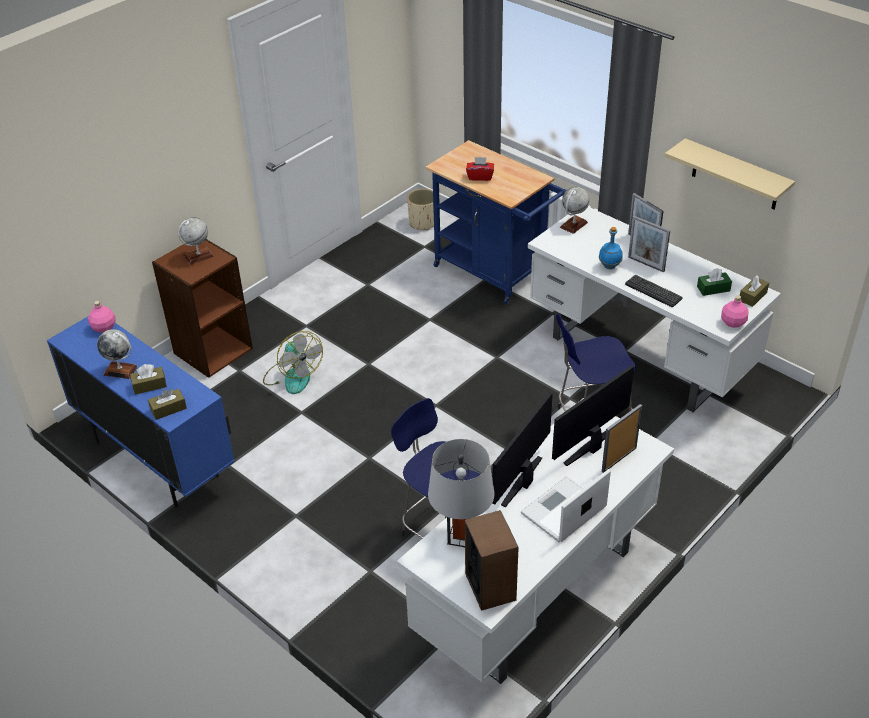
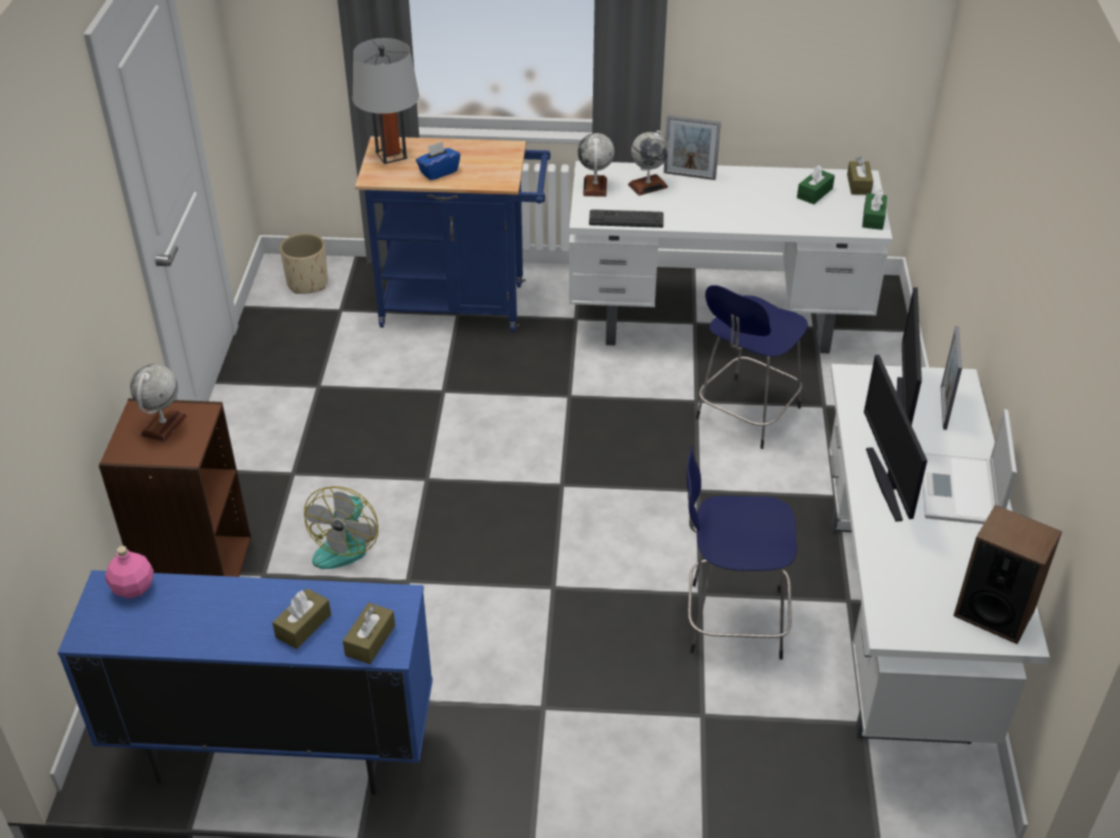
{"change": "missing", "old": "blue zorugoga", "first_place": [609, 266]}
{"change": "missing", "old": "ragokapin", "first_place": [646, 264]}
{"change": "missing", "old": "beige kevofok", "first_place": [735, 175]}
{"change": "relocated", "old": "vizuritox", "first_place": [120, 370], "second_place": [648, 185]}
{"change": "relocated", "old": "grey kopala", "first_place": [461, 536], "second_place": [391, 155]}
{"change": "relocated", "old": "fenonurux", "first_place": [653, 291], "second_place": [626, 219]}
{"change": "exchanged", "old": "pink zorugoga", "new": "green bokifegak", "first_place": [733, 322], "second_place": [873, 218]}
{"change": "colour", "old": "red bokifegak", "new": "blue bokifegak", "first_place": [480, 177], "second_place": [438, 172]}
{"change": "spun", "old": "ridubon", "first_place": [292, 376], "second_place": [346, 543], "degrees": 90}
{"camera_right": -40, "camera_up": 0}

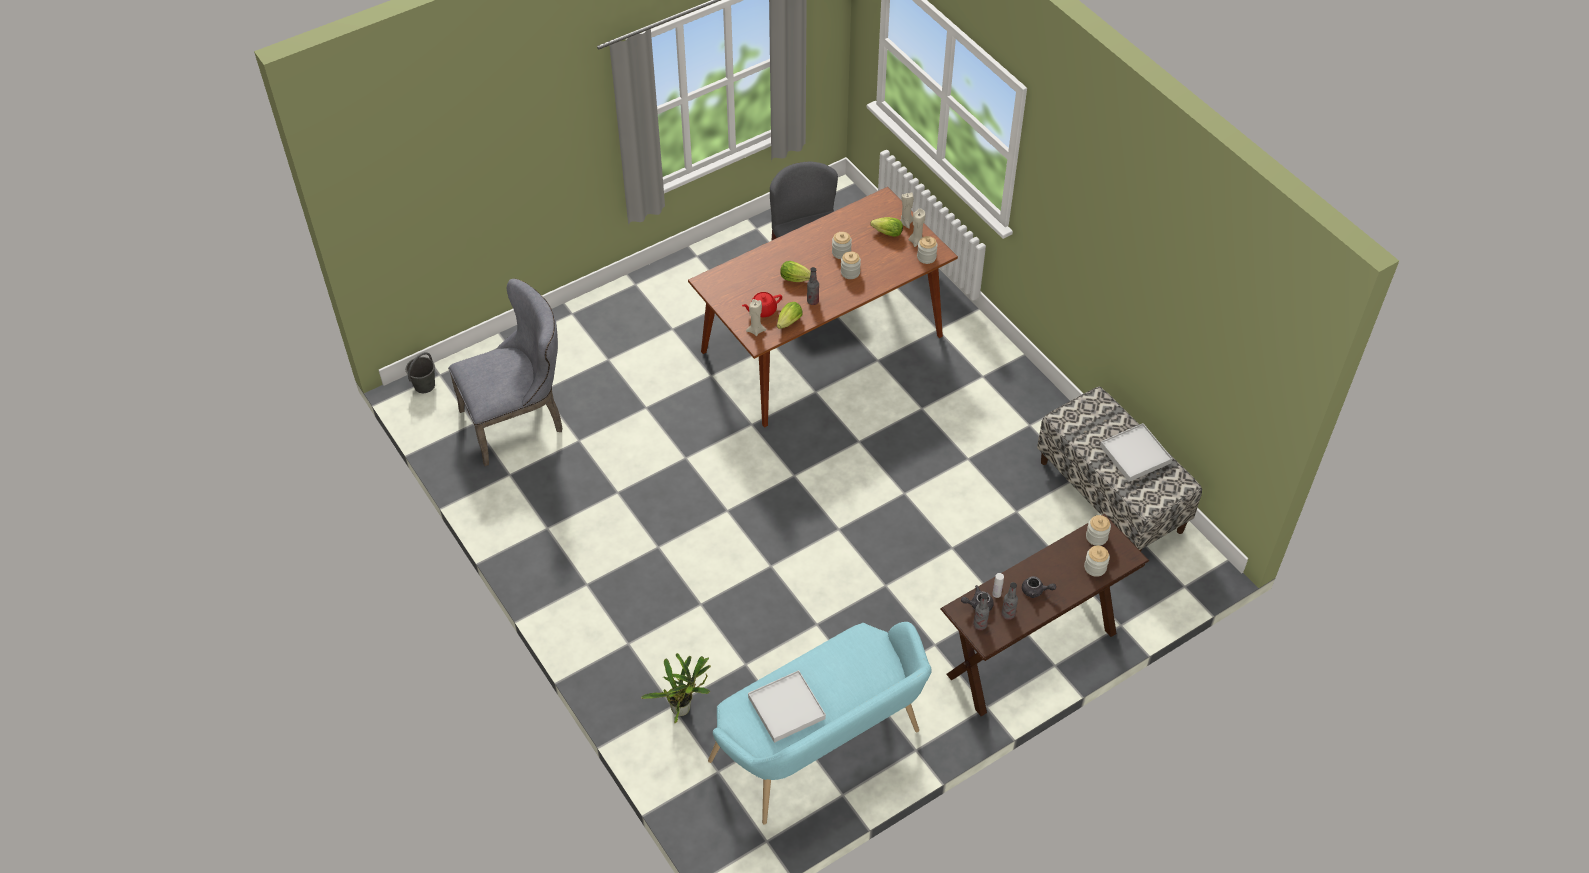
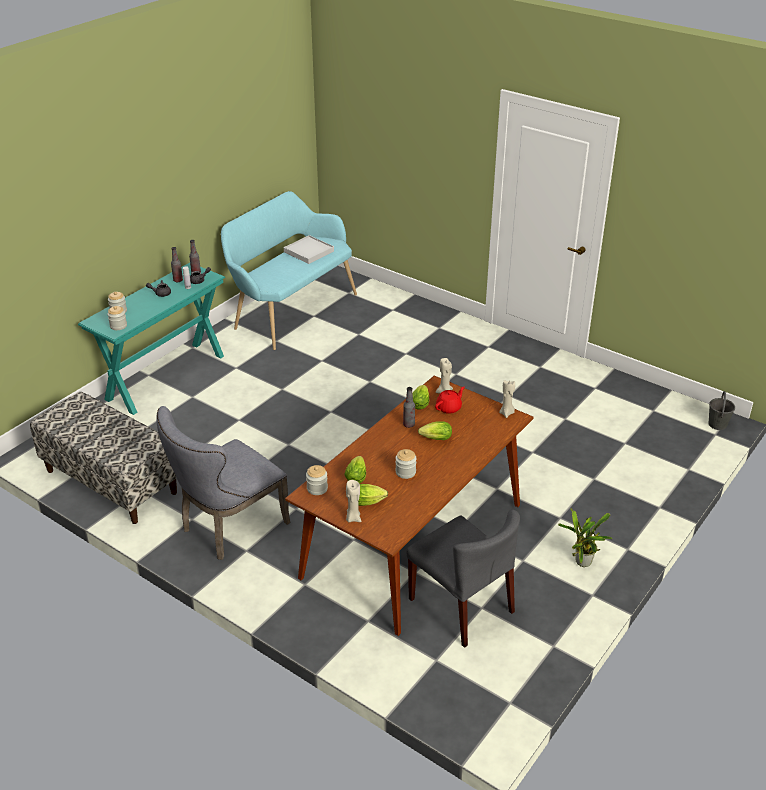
{"change": "missing", "old": "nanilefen", "first_place": [850, 272]}
{"change": "missing", "old": "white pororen", "first_place": [1135, 454]}
{"change": "appeared", "new": "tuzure", "second_place": [356, 476]}
{"change": "relocated", "old": "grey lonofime", "first_place": [519, 420], "second_place": [228, 528]}
{"change": "relocated", "old": "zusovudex", "first_place": [683, 708], "second_place": [581, 564]}
{"change": "relocated", "old": "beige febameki", "first_place": [916, 241], "second_place": [506, 413]}
{"change": "colour", "old": "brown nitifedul", "new": "turquoise nitifedul", "first_place": [1031, 653], "second_place": [166, 377]}
{"camera_right": 160, "camera_up": -15}

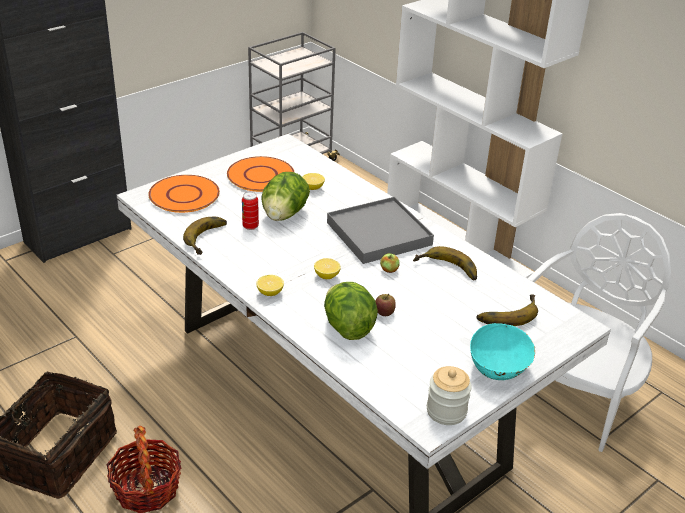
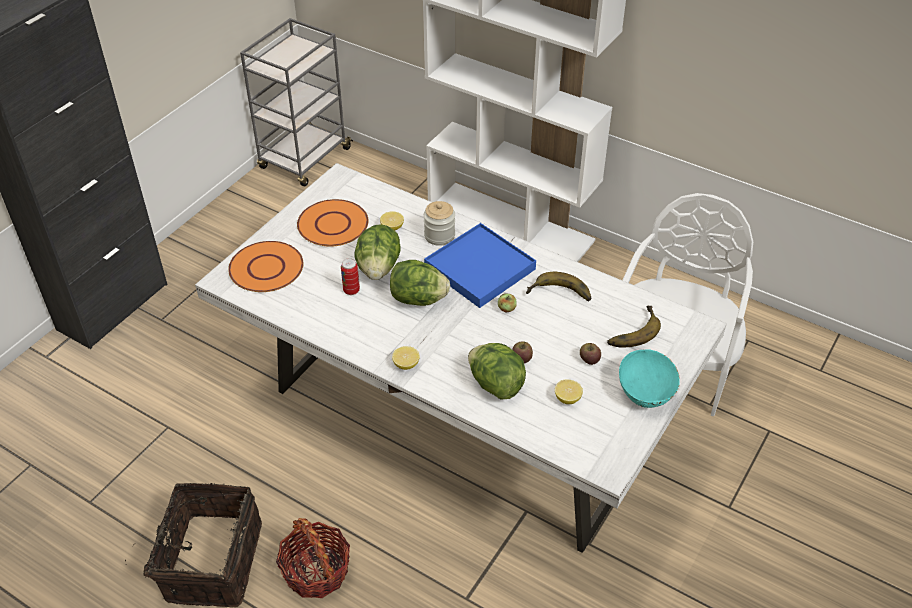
{"change": "missing", "old": "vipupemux", "first_place": [210, 238]}
{"change": "appeared", "new": "tuzure", "second_place": [418, 299]}
{"change": "appeared", "new": "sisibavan", "second_place": [589, 360]}
{"change": "relocated", "old": "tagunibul", "first_place": [326, 276], "second_place": [567, 398]}
{"change": "relocated", "old": "nanilefen", "first_place": [446, 411], "second_place": [439, 236]}
{"change": "colour", "old": "grey pororen", "new": "blue pororen", "first_place": [379, 234], "second_place": [480, 268]}
{"camera_right": -15, "camera_up": 10}

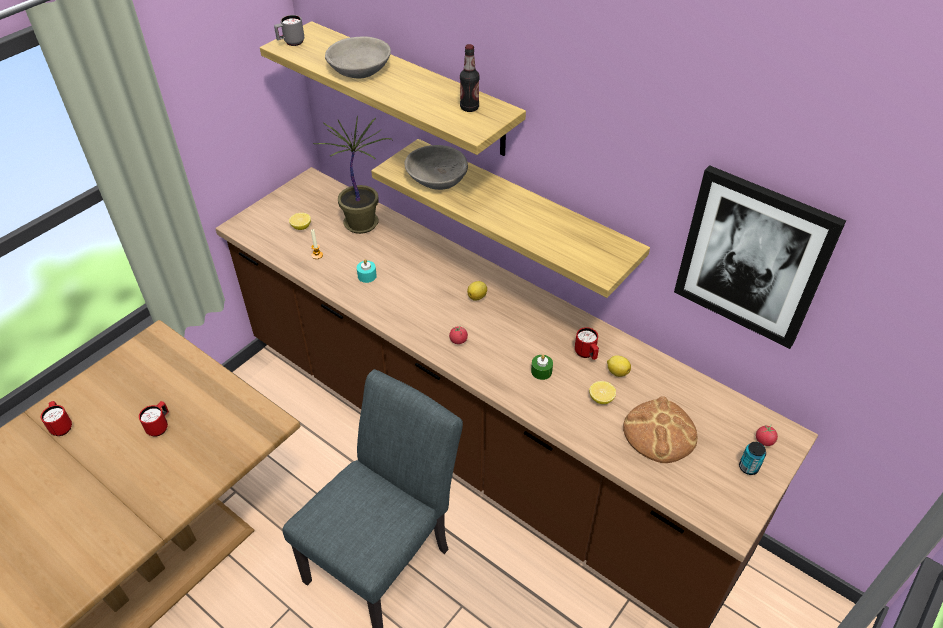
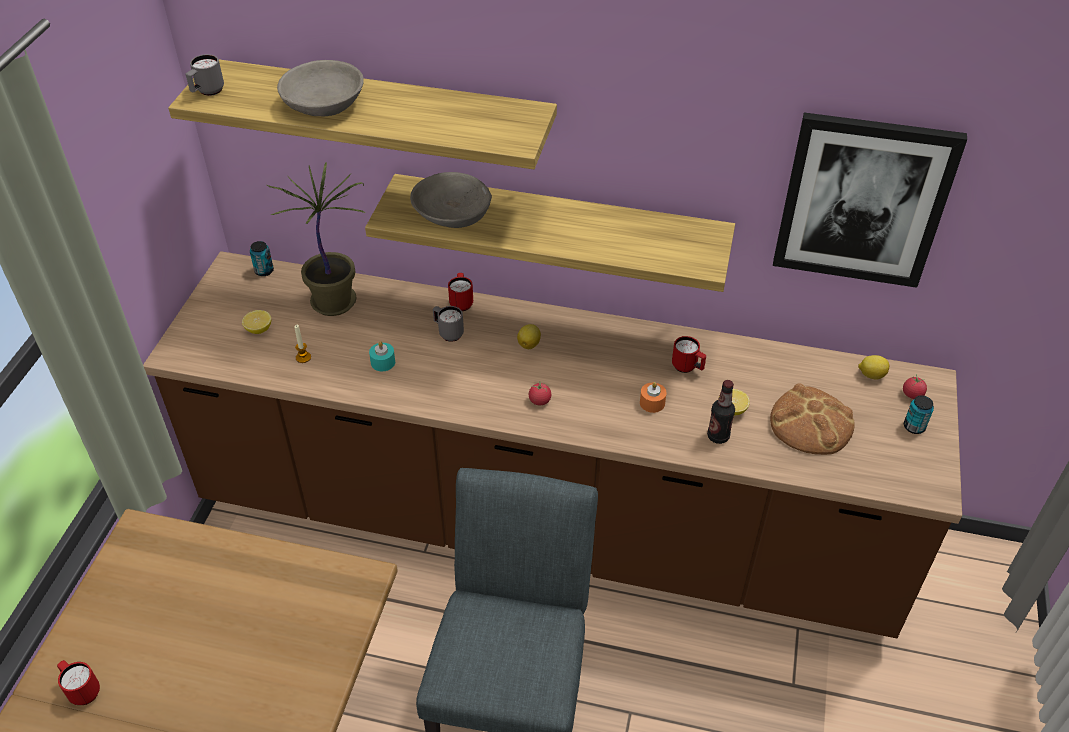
{"change": "appeared", "new": "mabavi", "second_place": [264, 271]}
{"change": "appeared", "new": "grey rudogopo", "second_place": [448, 333]}
{"change": "relocated", "old": "red rudogopo", "first_place": [160, 426], "second_place": [461, 302]}
{"change": "relocated", "old": "zorugoga", "first_place": [469, 108], "second_place": [718, 436]}
{"change": "relocated", "old": "tagunibul", "first_place": [617, 372], "second_place": [871, 375]}
{"change": "colour", "old": "green febameki", "new": "orange febameki", "first_place": [541, 371], "second_place": [652, 403]}
{"camera_right": -25, "camera_up": 0}

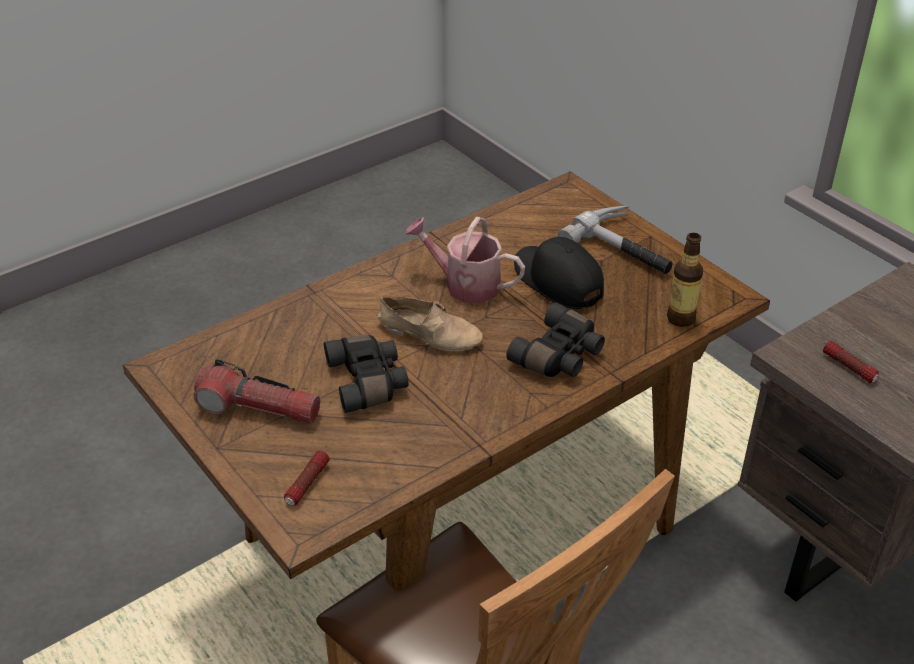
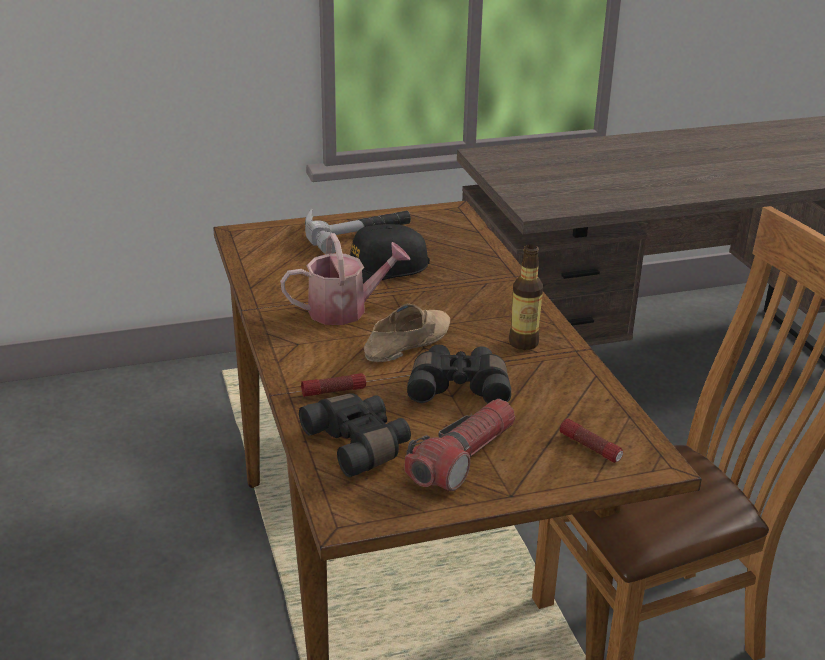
{"change": "relocated", "old": "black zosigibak", "first_place": [560, 356], "second_place": [360, 444]}
{"change": "relocated", "old": "zorugoga", "first_place": [681, 318], "second_place": [523, 343]}
{"change": "relocated", "old": "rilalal", "first_place": [849, 367], "second_place": [333, 391]}
{"change": "spun", "old": "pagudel", "first_place": [465, 284], "second_place": [345, 310], "degrees": -150}
{"camera_right": -70, "camera_up": -10}

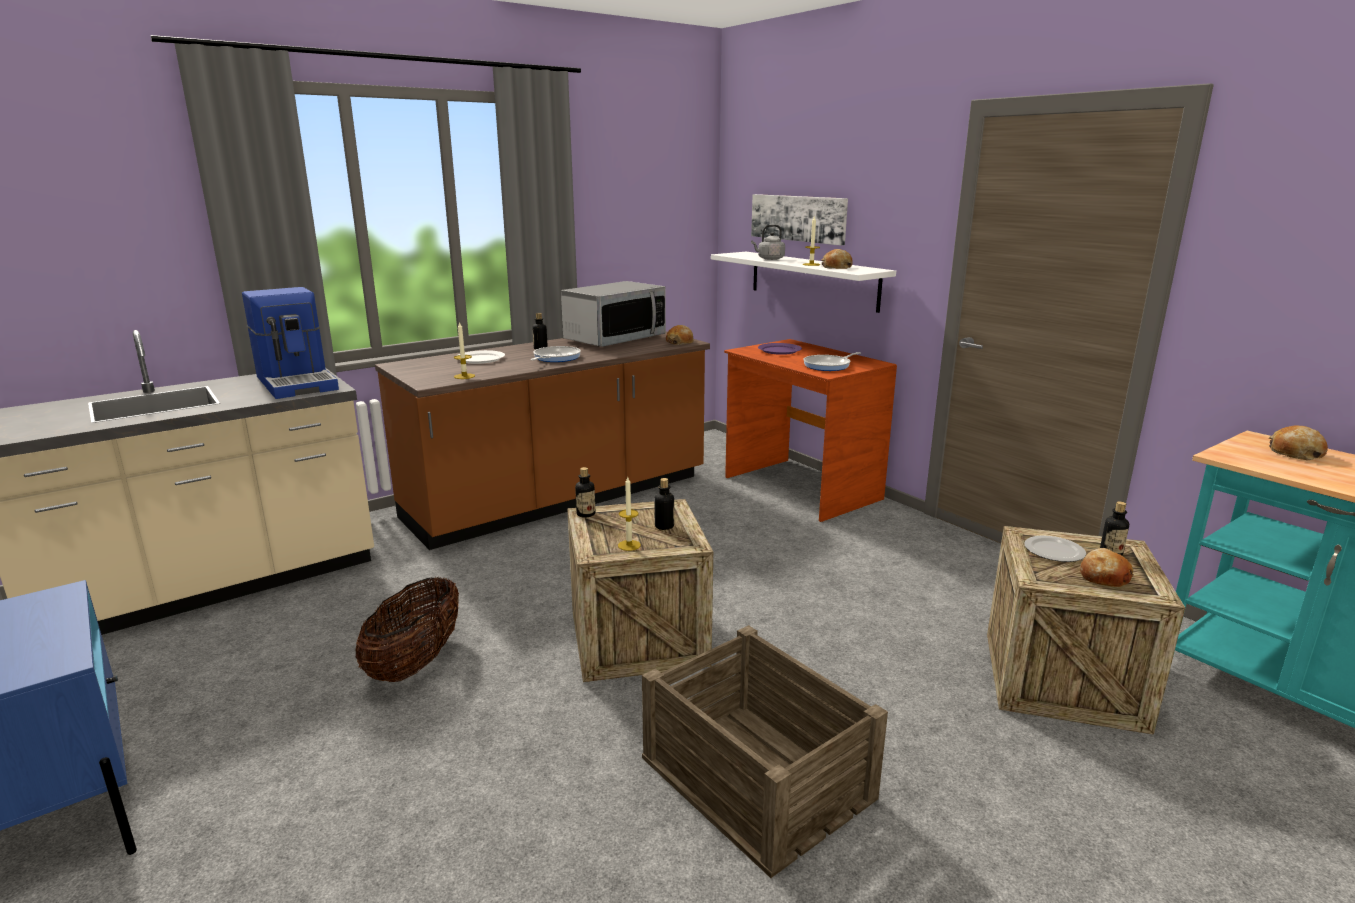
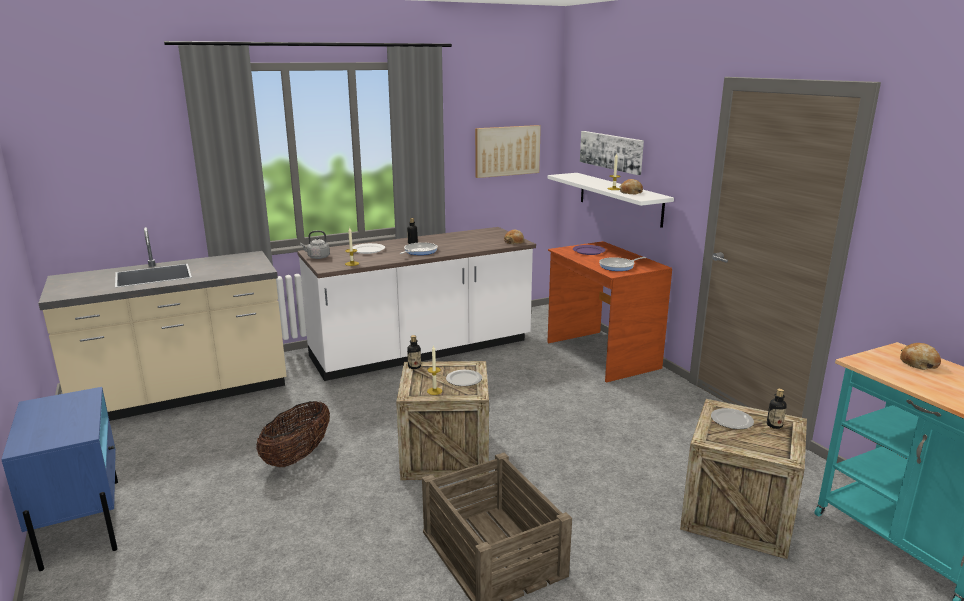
{"change": "missing", "old": "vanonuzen", "first_place": [298, 383]}
{"change": "missing", "old": "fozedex", "first_place": [615, 339]}
{"change": "missing", "old": "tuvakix", "first_place": [1103, 576]}
{"change": "appeared", "new": "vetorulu", "second_place": [507, 151]}
{"change": "relocated", "old": "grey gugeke", "first_place": [769, 259], "second_place": [317, 257]}
{"change": "exchanged", "old": "zorugoga", "new": "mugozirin", "first_place": [664, 526], "second_place": [463, 379]}
{"change": "colour", "old": "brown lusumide", "new": "white lusumide", "first_place": [559, 498], "second_place": [422, 350]}
{"camera_right": 10, "camera_up": 0}

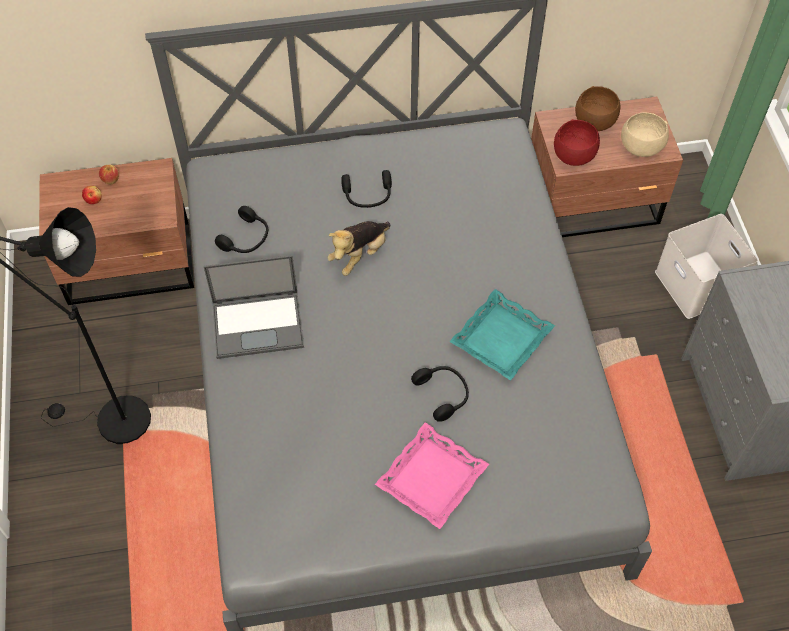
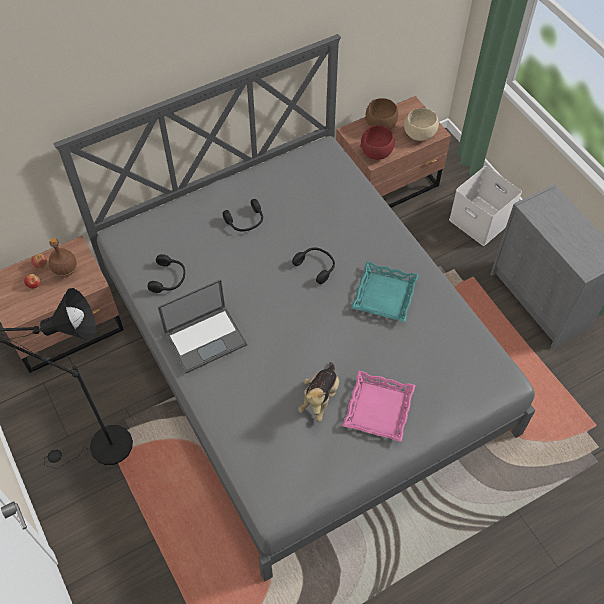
{"change": "appeared", "new": "brown zorugoga", "second_place": [66, 271]}
{"change": "relocated", "old": "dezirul", "first_place": [359, 255], "second_place": [320, 398]}
{"change": "relocated", "old": "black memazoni", "first_place": [443, 394], "second_place": [316, 266]}
{"camera_right": -20, "camera_up": 0}

